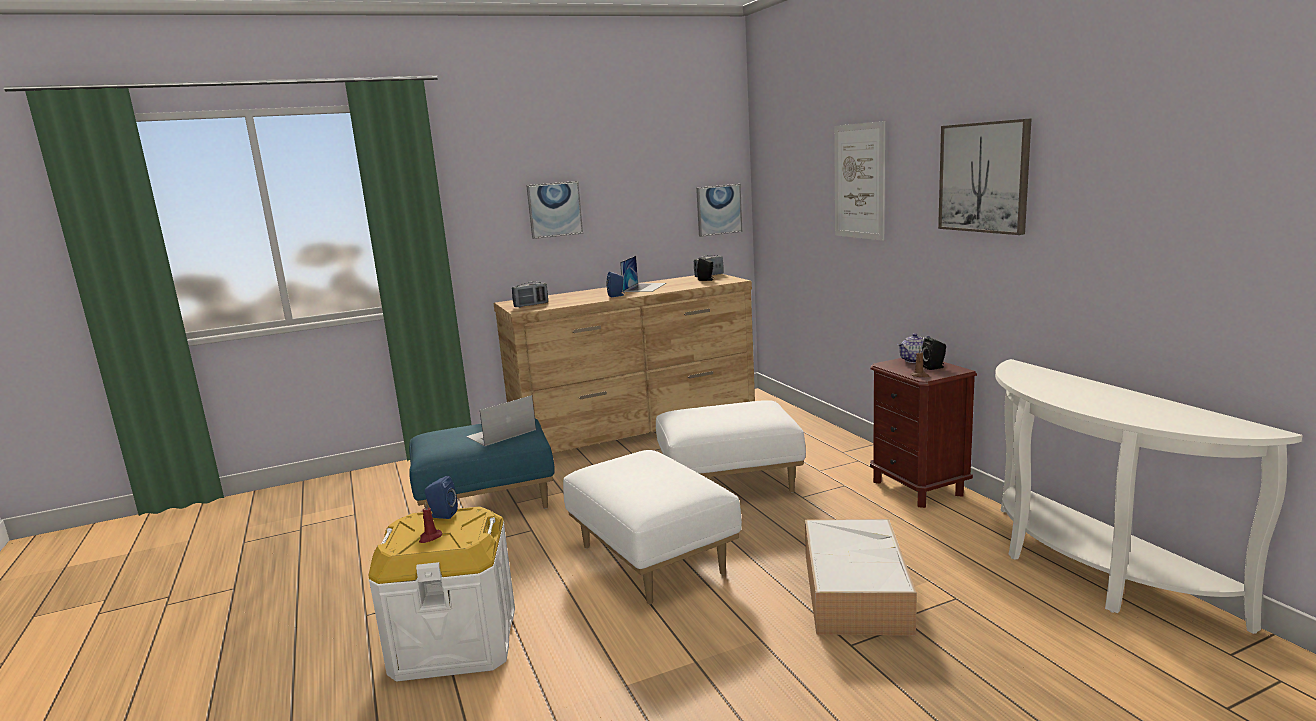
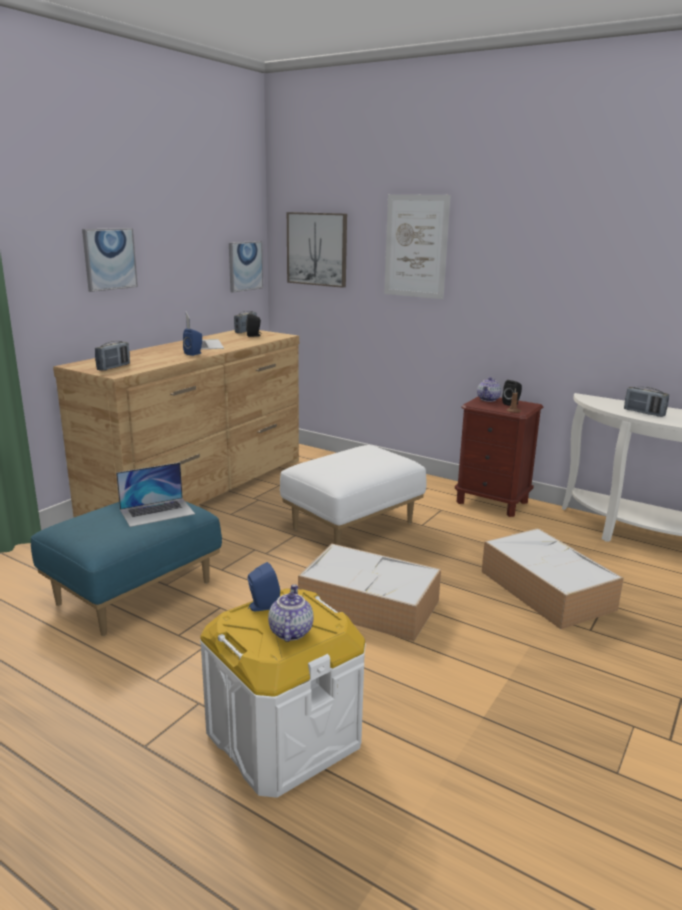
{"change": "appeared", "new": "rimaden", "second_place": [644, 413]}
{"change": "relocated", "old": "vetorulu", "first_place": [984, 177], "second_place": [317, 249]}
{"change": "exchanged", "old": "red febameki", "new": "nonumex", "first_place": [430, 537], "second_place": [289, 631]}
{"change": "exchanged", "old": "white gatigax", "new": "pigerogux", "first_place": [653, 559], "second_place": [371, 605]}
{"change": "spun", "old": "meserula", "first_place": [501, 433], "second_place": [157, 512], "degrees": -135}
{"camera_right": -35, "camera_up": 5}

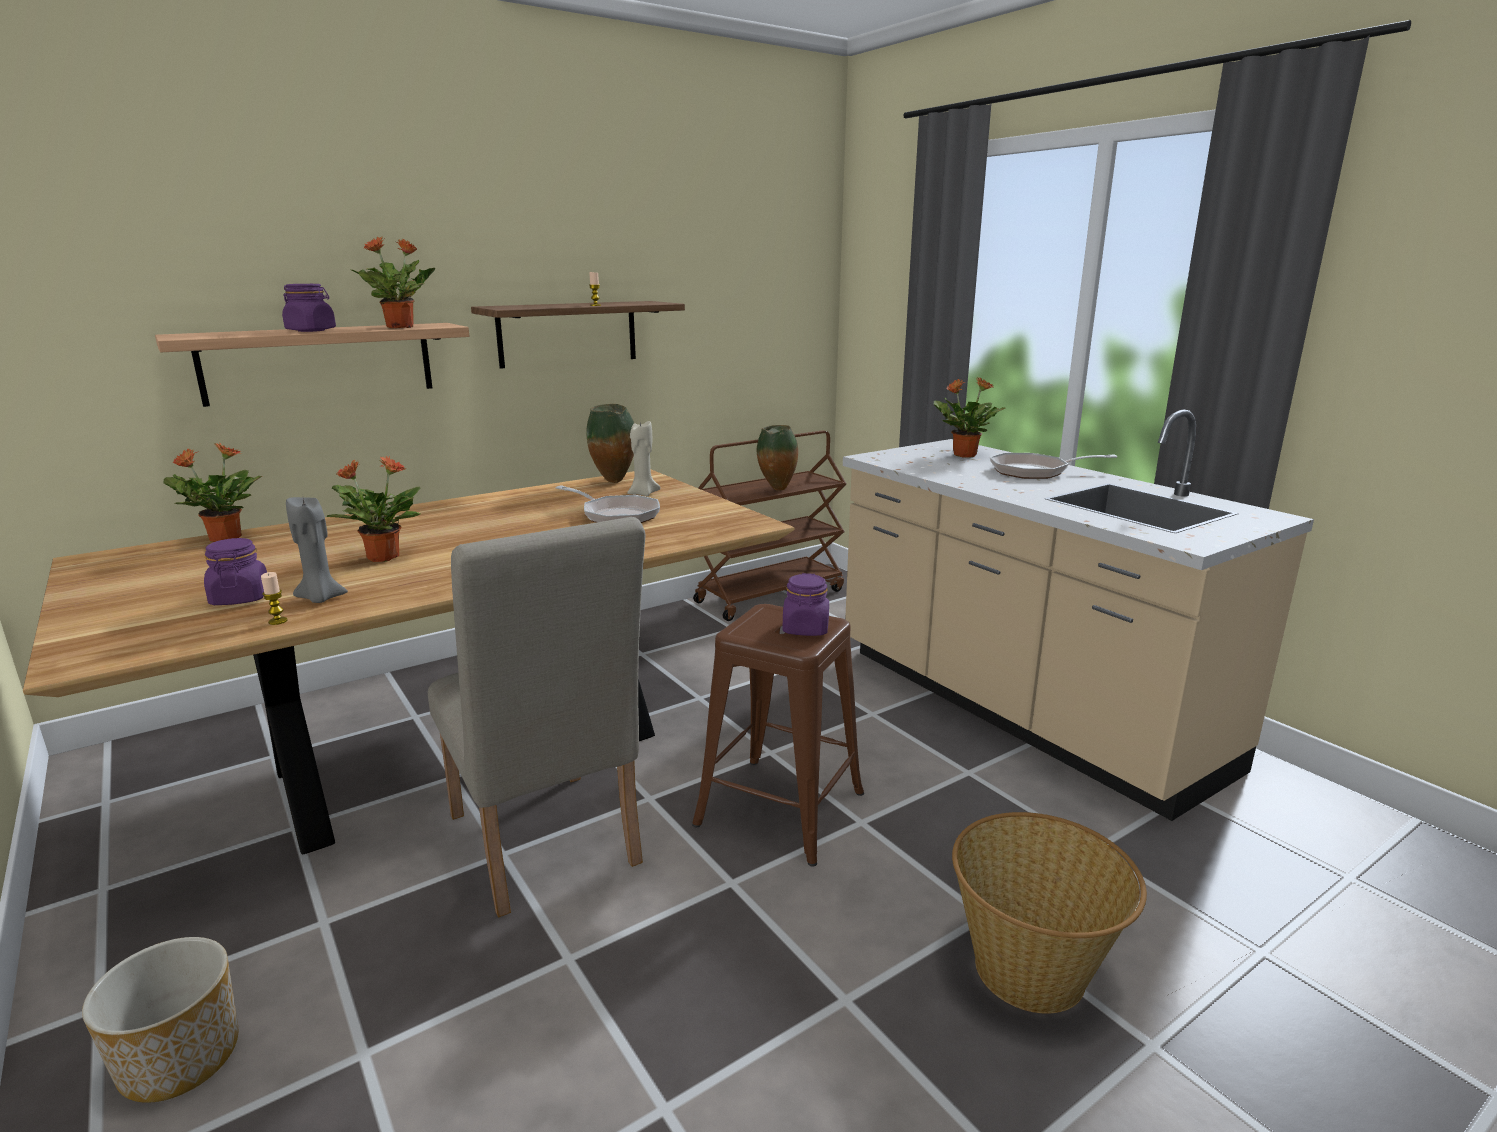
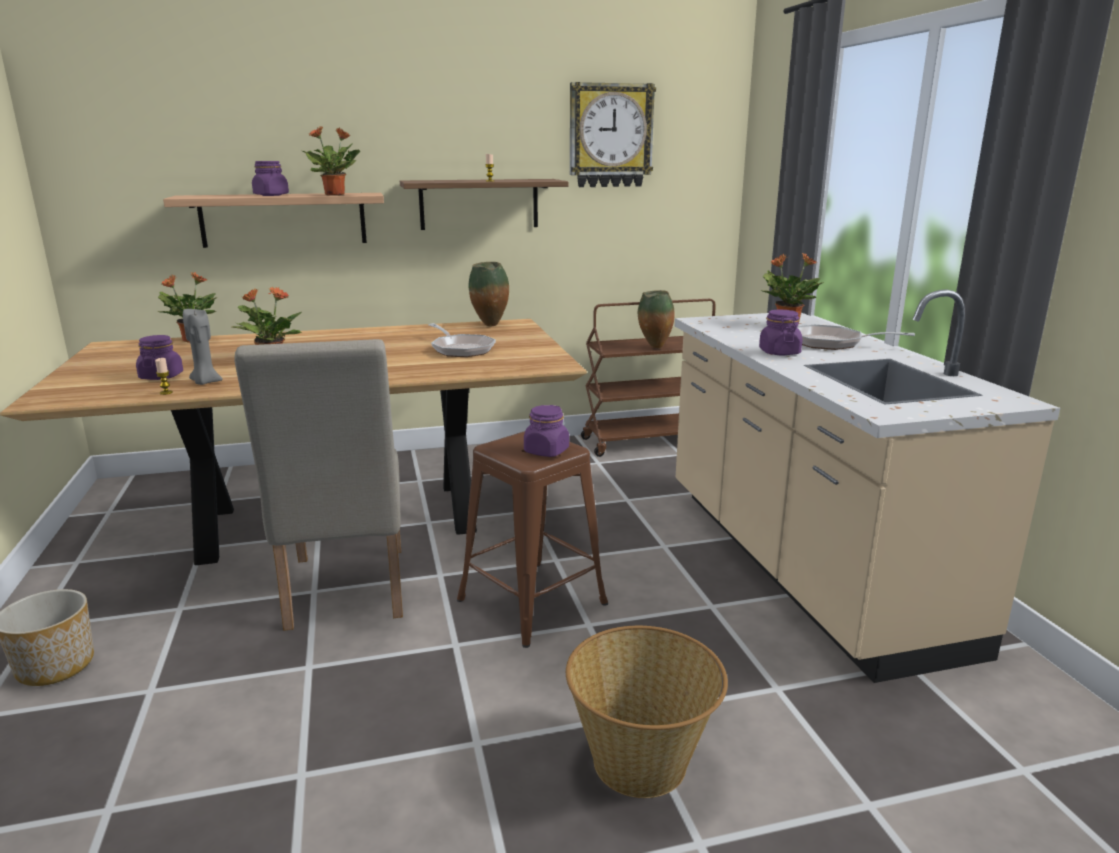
{"change": "missing", "old": "beige febameki", "first_place": [643, 493]}
{"change": "appeared", "new": "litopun", "second_place": [610, 136]}
{"change": "appeared", "new": "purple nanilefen", "second_place": [779, 352]}
{"camera_right": 20, "camera_up": 0}

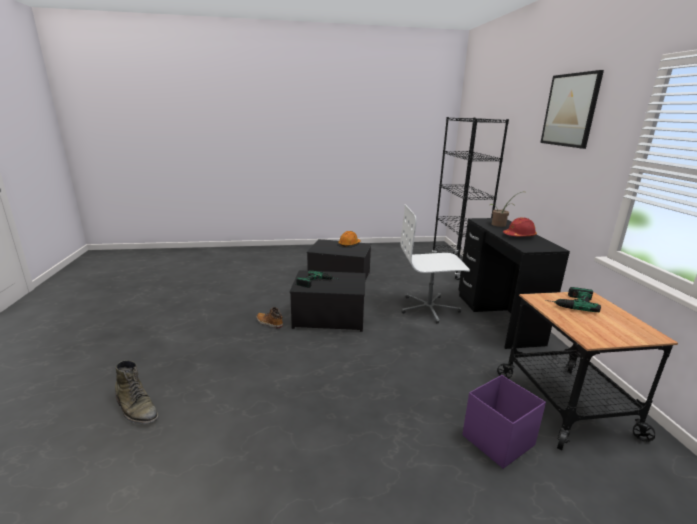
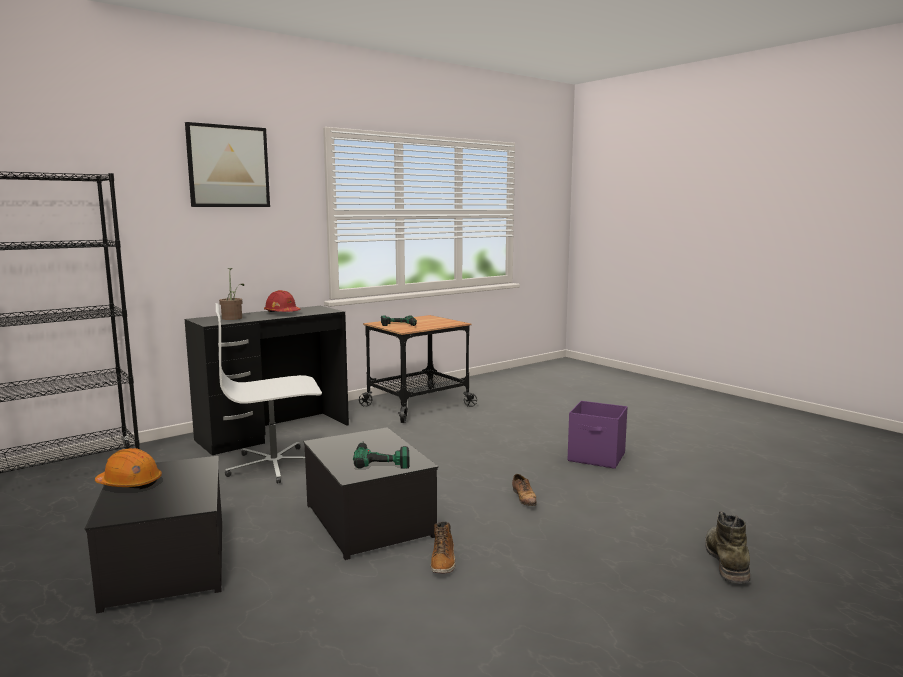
{"change": "appeared", "new": "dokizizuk", "second_place": [524, 498]}
{"change": "relocated", "old": "purple pigerogux", "first_place": [497, 440], "second_place": [597, 457]}
{"change": "spun", "old": "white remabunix", "first_place": [429, 308], "second_place": [275, 465], "degrees": 105}
{"camera_right": -120, "camera_up": -10}

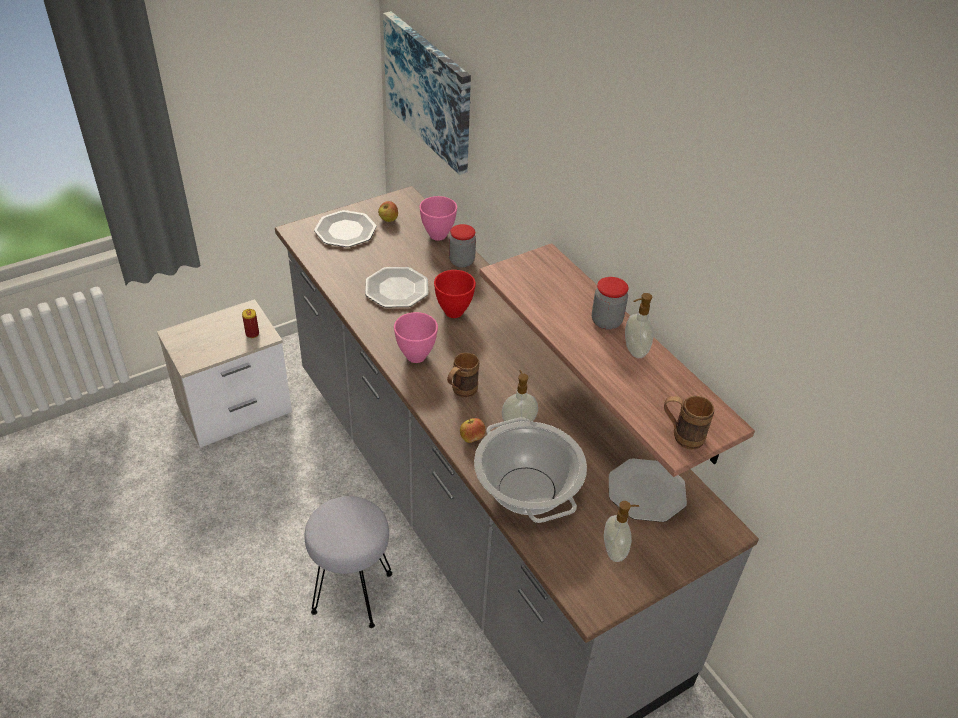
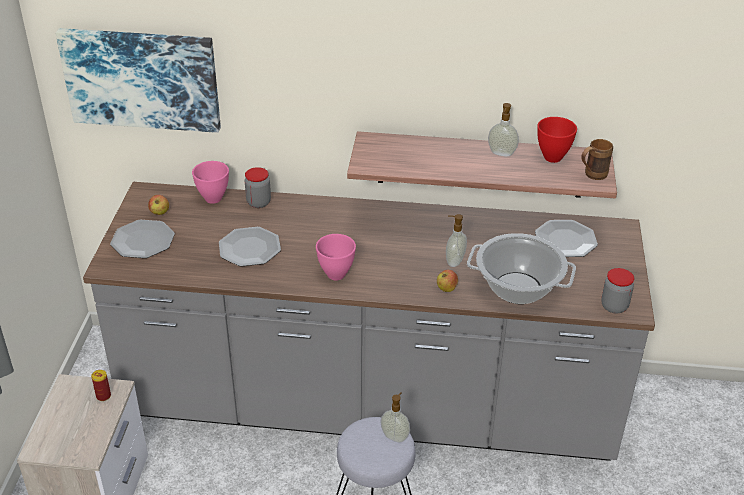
{"change": "missing", "old": "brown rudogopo", "first_place": [460, 392]}
{"change": "relocated", "old": "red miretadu", "first_place": [453, 313], "second_place": [553, 158]}
{"change": "relocated", "old": "nanilefen", "first_place": [606, 321], "second_place": [614, 306]}
{"change": "relocated", "old": "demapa", "first_place": [615, 551], "second_place": [395, 436]}
{"camera_right": -50, "camera_up": -5}

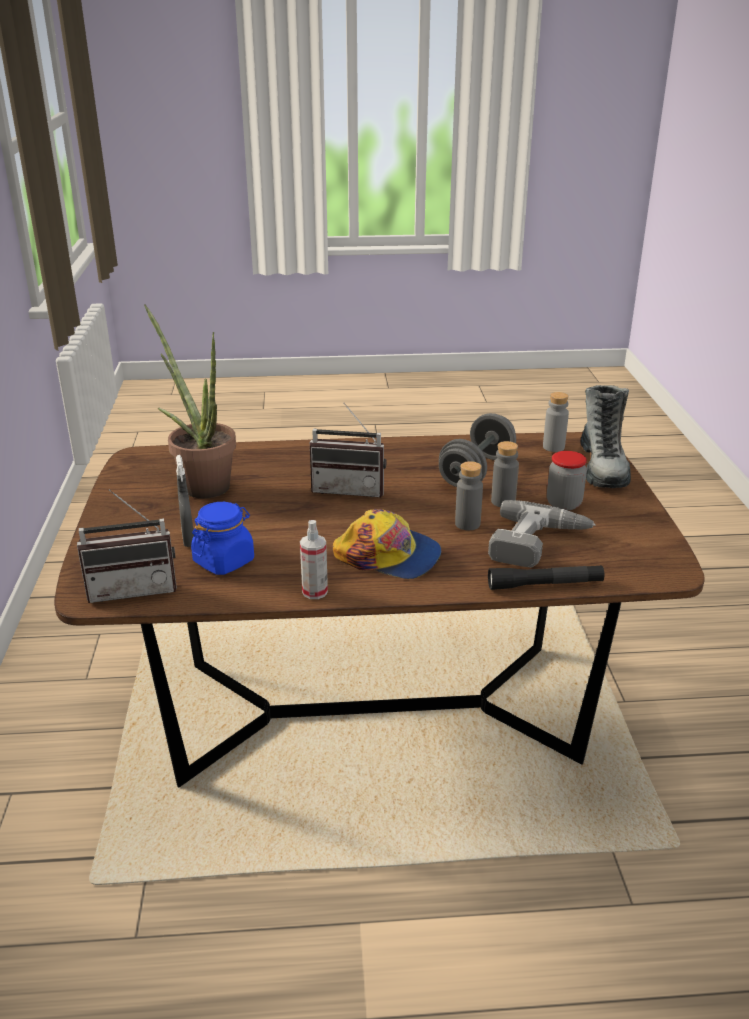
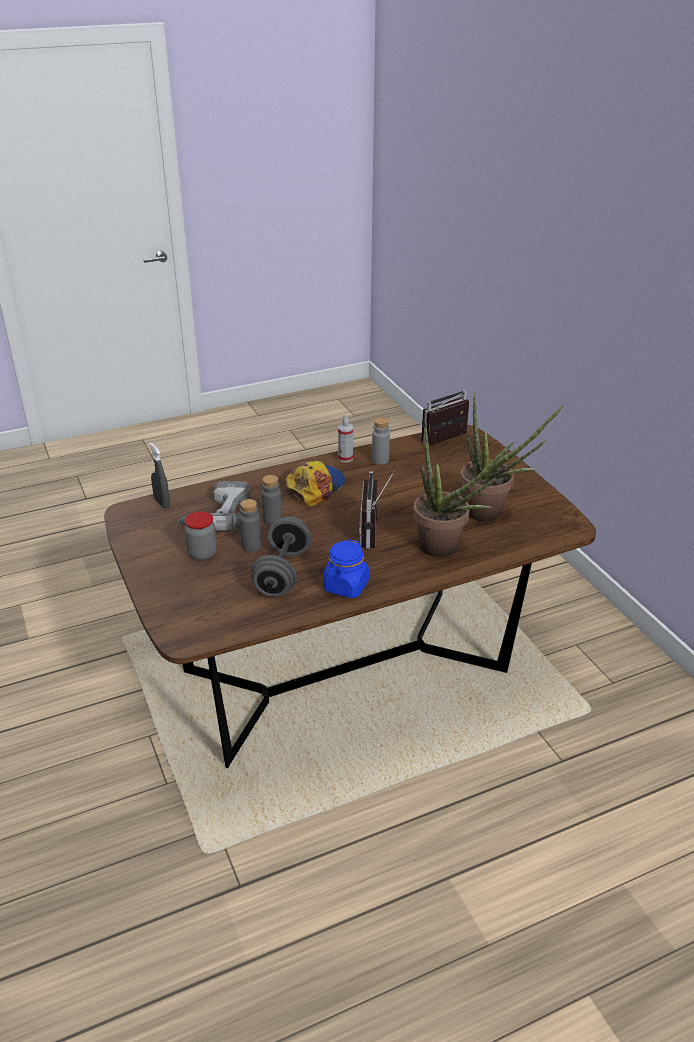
{"change": "missing", "old": "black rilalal", "first_place": [545, 585]}
{"change": "missing", "old": "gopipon", "first_place": [602, 467]}
{"change": "appeared", "new": "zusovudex", "second_place": [446, 549]}
{"change": "relocated", "old": "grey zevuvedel", "first_place": [188, 539], "second_place": [162, 503]}
{"change": "relocated", "old": "blue nanilefen", "first_place": [224, 561], "second_place": [346, 586]}
{"change": "relocated", "old": "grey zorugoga", "first_place": [553, 447], "second_place": [380, 460]}
{"change": "spun", "old": "rimaden", "first_place": [350, 489], "second_place": [376, 533], "degrees": -75}
{"change": "spun", "old": "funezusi", "first_place": [389, 556], "second_place": [315, 487], "degrees": 120}
{"camera_right": 160, "camera_up": 5}

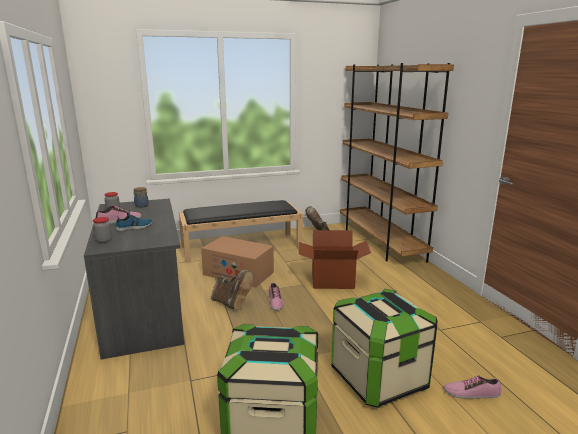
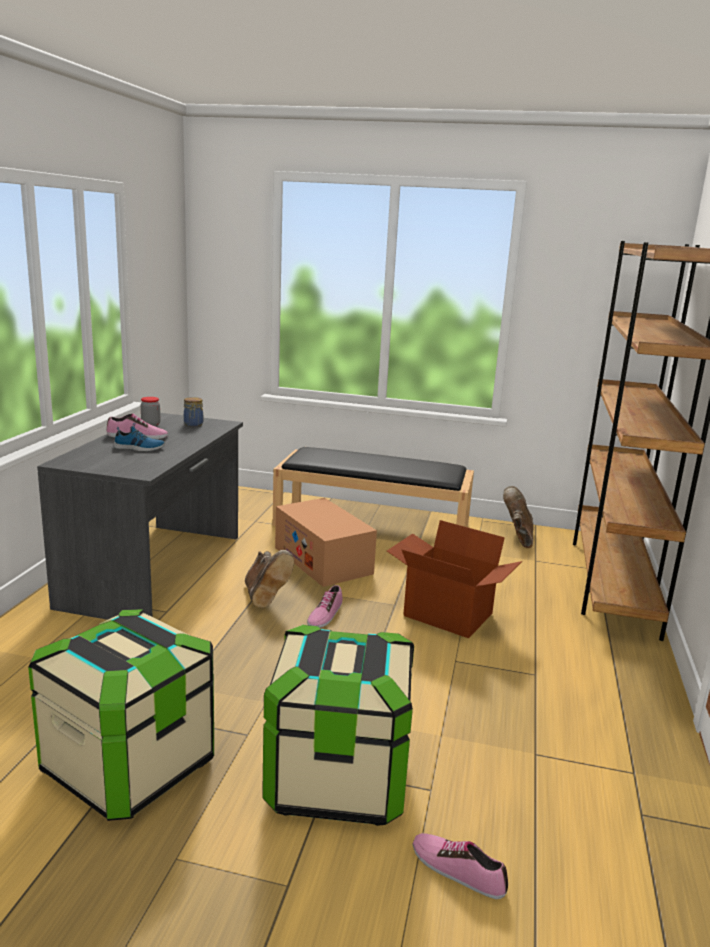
{"change": "missing", "old": "nanilefen", "first_place": [104, 241]}
{"camera_right": 30, "camera_up": 0}

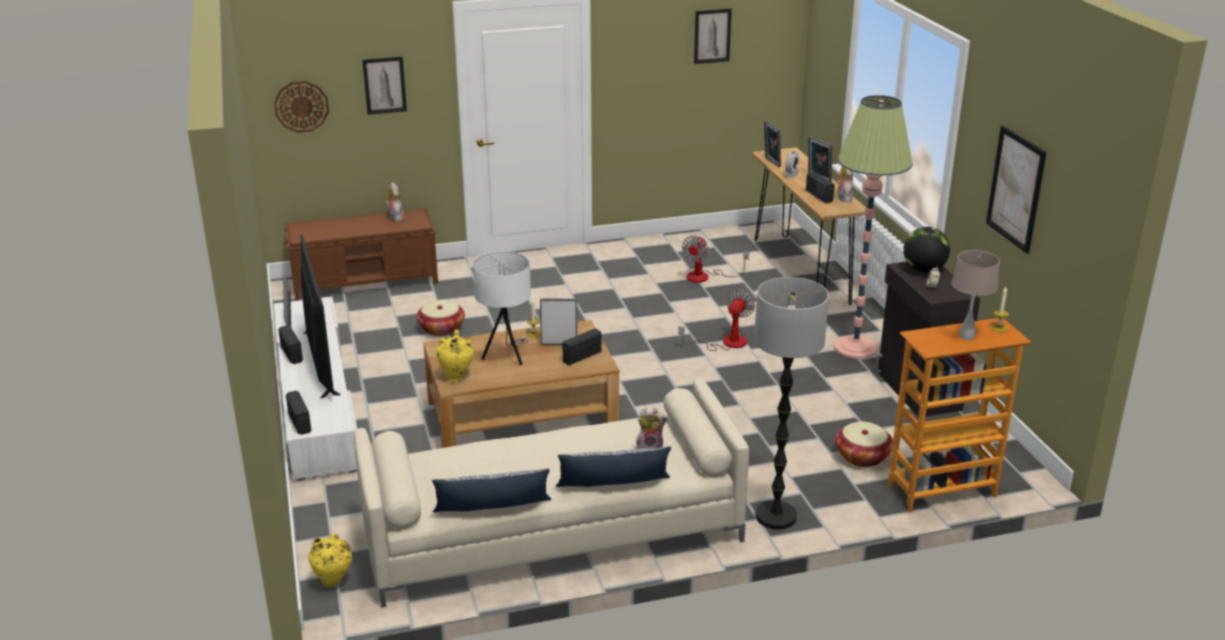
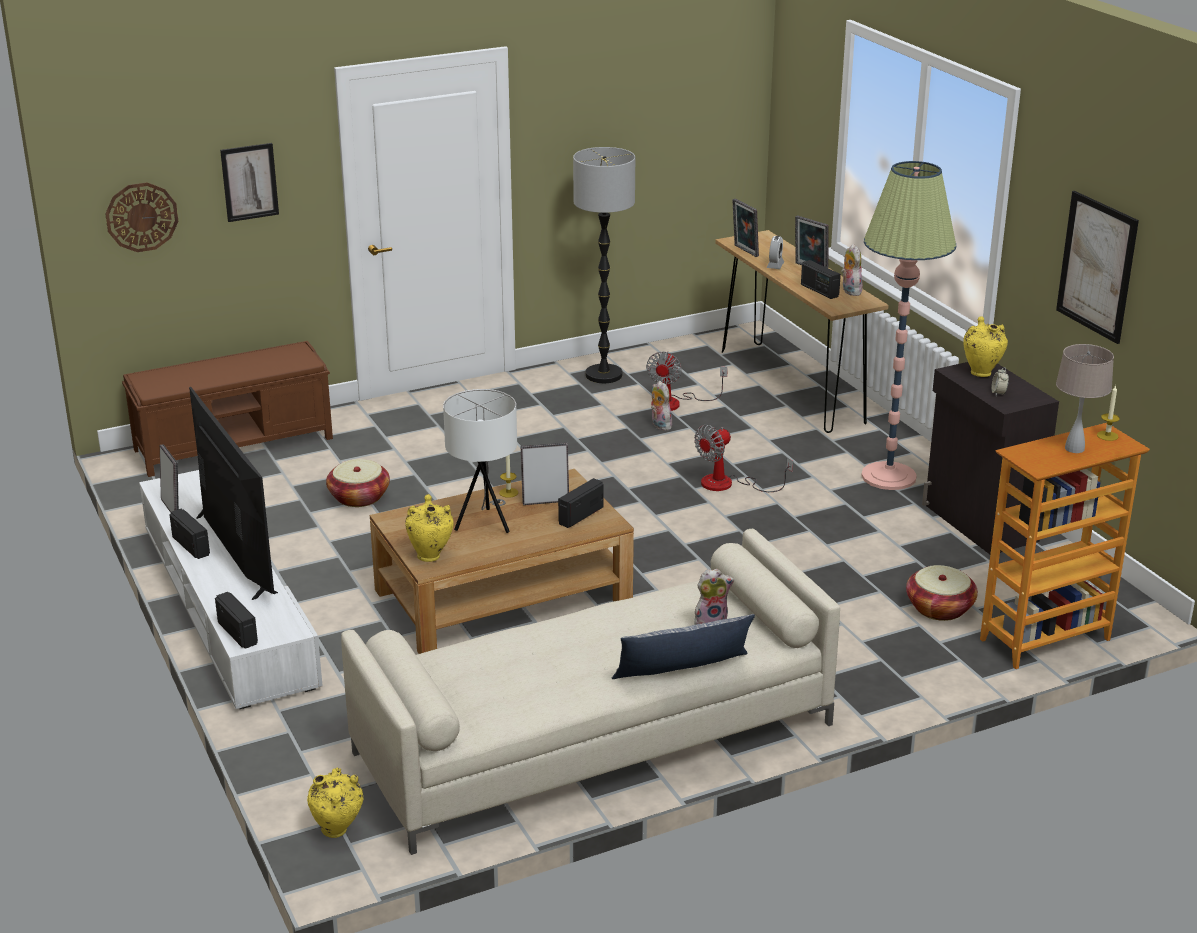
{"change": "missing", "old": "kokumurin", "first_place": [493, 510]}
{"change": "missing", "old": "vetorulu", "first_place": [712, 36]}
{"change": "relocated", "old": "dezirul", "first_place": [395, 217], "second_place": [659, 425]}
{"change": "relocated", "old": "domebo", "first_place": [775, 517], "second_place": [603, 375]}
{"change": "exchanged", "old": "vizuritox", "new": "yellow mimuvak", "first_place": [924, 270], "second_place": [981, 373]}
{"change": "spun", "old": "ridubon", "first_place": [725, 343], "second_place": [728, 484], "degrees": -150}
{"camera_right": -10, "camera_up": 0}

